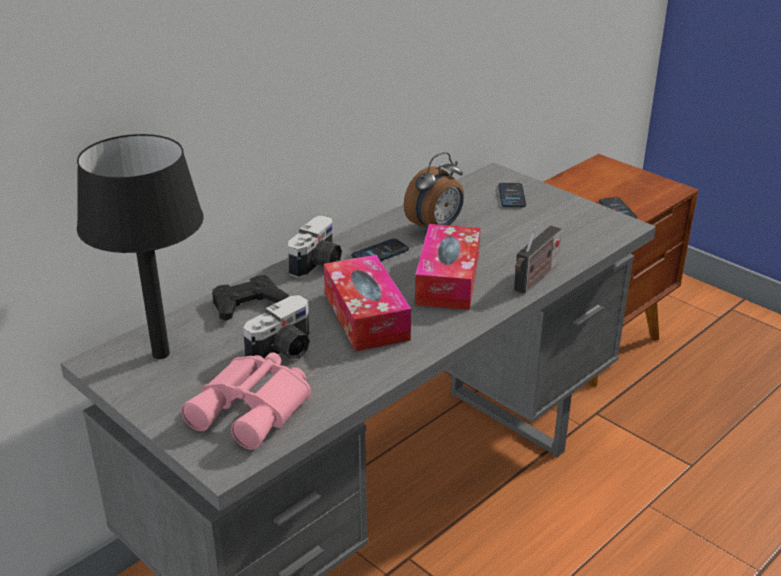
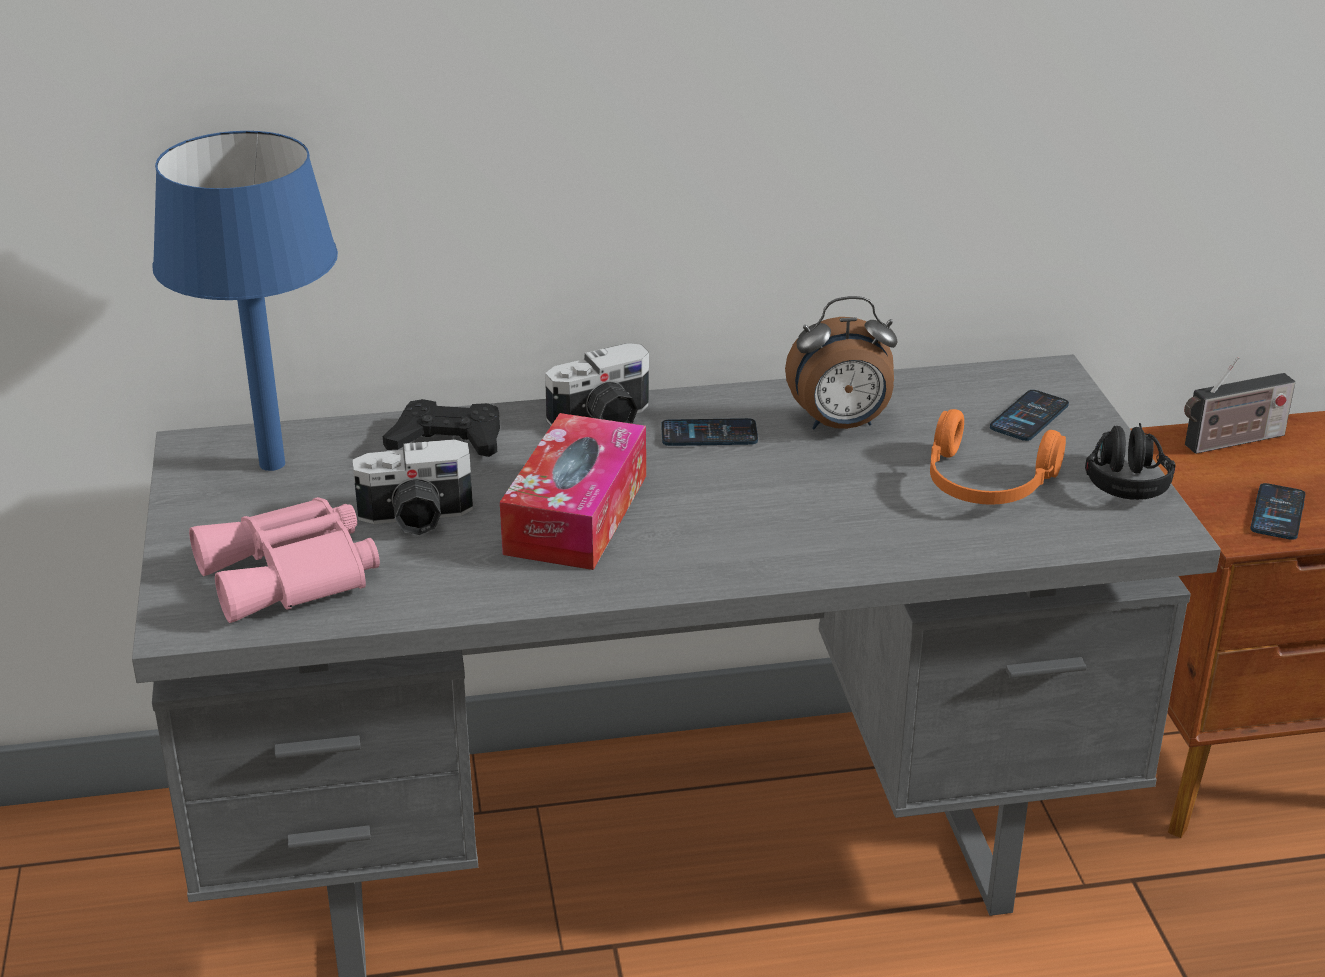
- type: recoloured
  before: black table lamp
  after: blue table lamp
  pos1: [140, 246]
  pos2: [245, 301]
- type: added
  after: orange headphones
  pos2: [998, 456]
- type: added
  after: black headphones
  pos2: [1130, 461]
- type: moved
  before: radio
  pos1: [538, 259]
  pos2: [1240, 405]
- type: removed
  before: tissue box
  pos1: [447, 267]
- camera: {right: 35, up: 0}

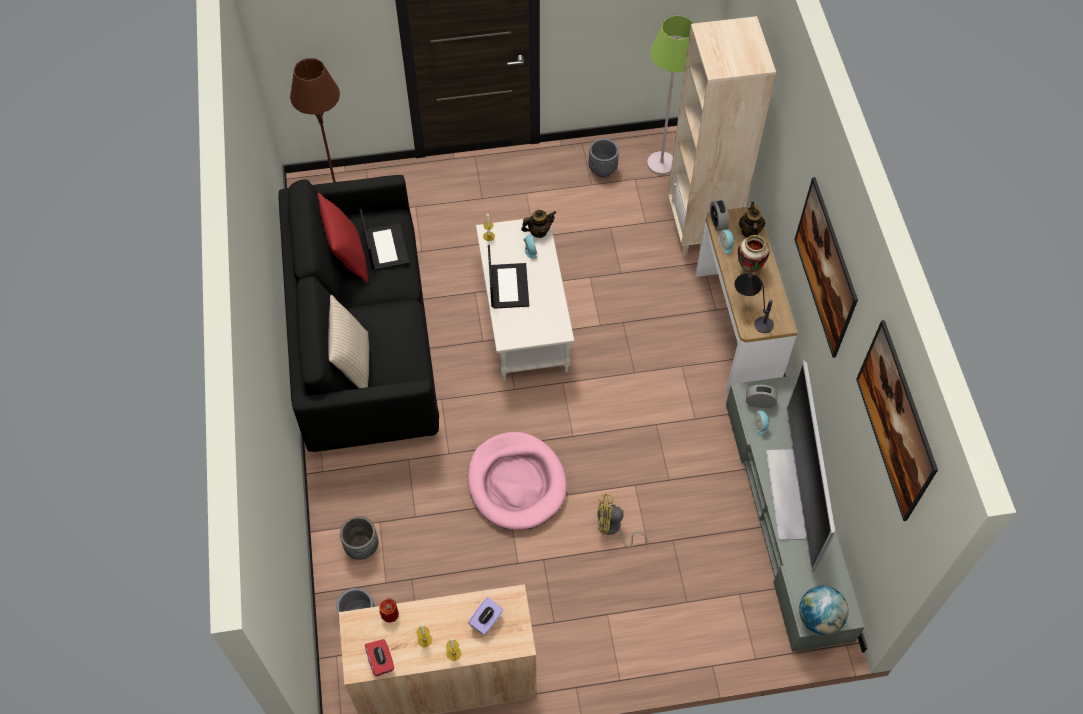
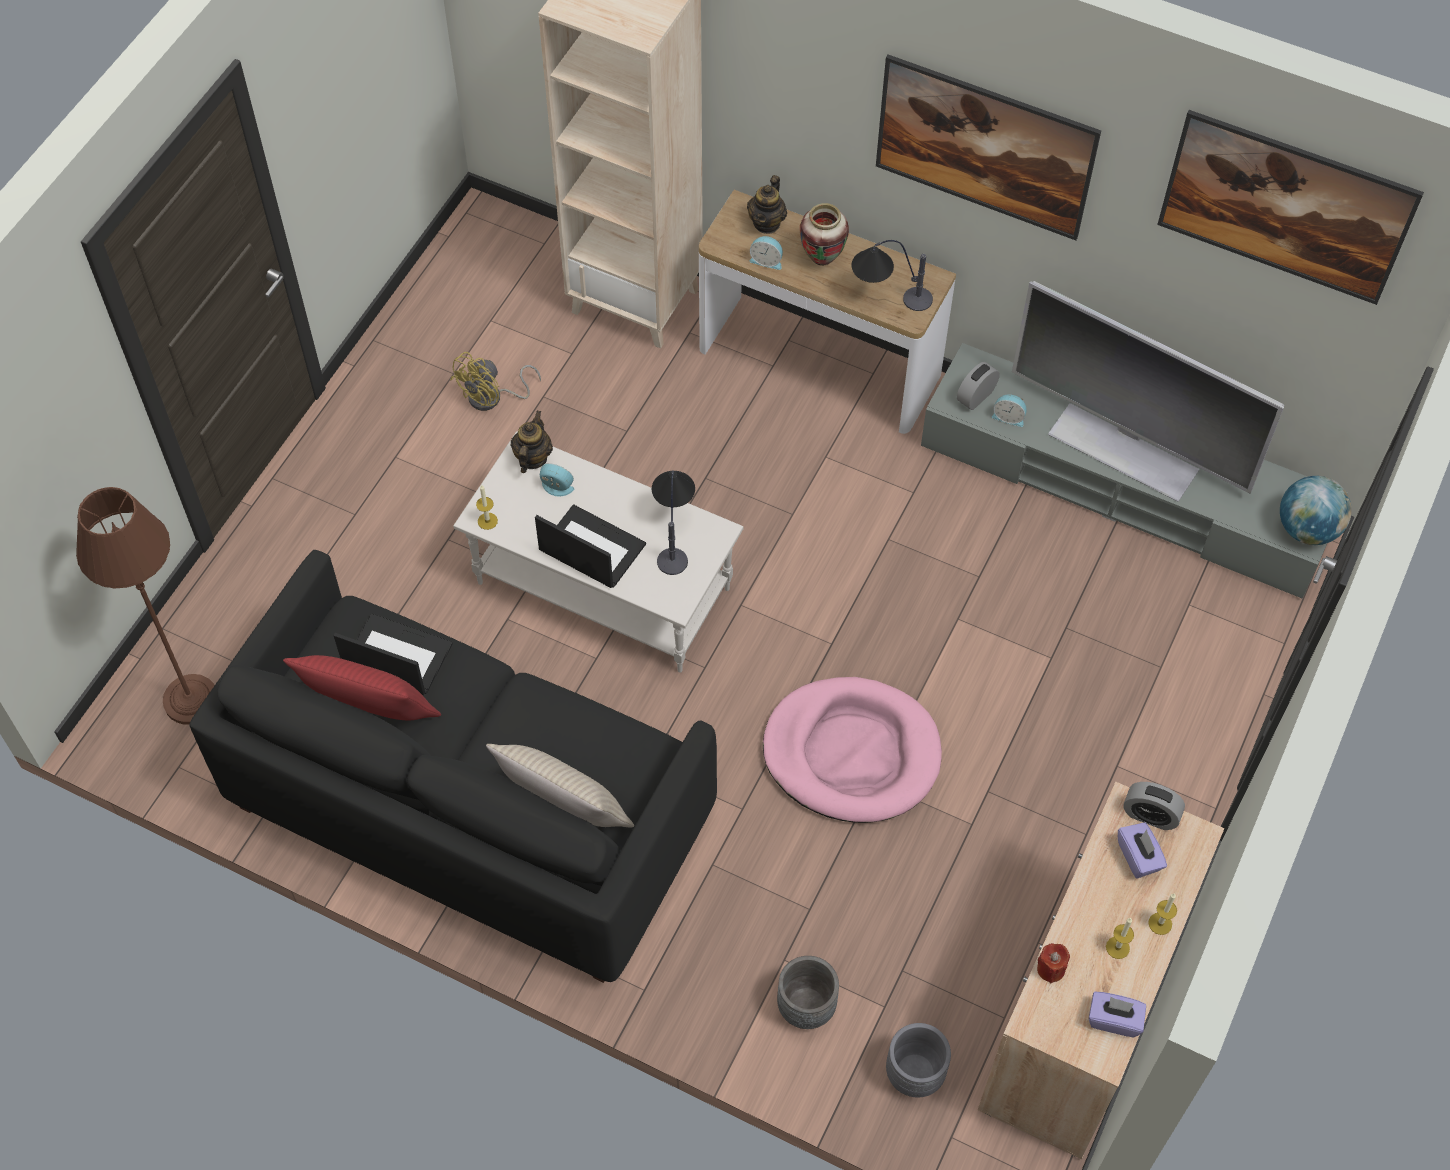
- type: moved
  before: yellow fan
  pos1: [622, 520]
  pos2: [495, 381]
- type: added
  after: table lamp
  pos2: [673, 522]
- type: turned
  before: teapot
  pos1: [752, 219]
  pos2: [767, 204]
  turn: -105
- type: recoloured
  before: red tissue box
  after: purple tissue box
  pos1: [379, 657]
  pos2: [1117, 1015]
- type: moved
  before: alarm clock
  pos1: [719, 215]
  pos2: [1154, 806]
- type: removed
  before: grey planter
  pos1: [604, 157]
- type: removed
  before: green floor lamp
  pos1: [670, 95]
- camera: {right: -55, up: 0}

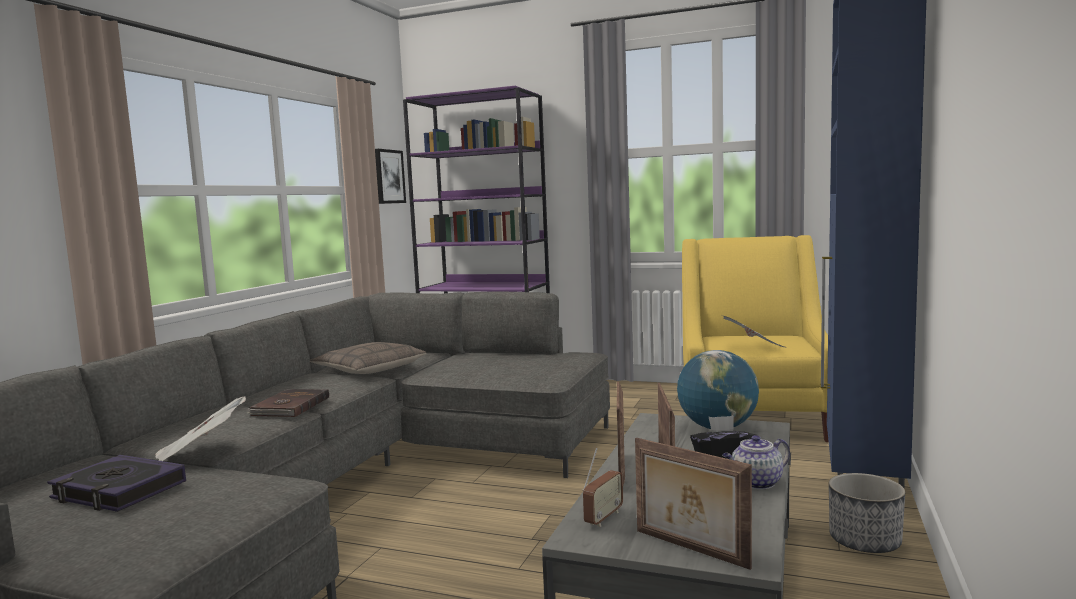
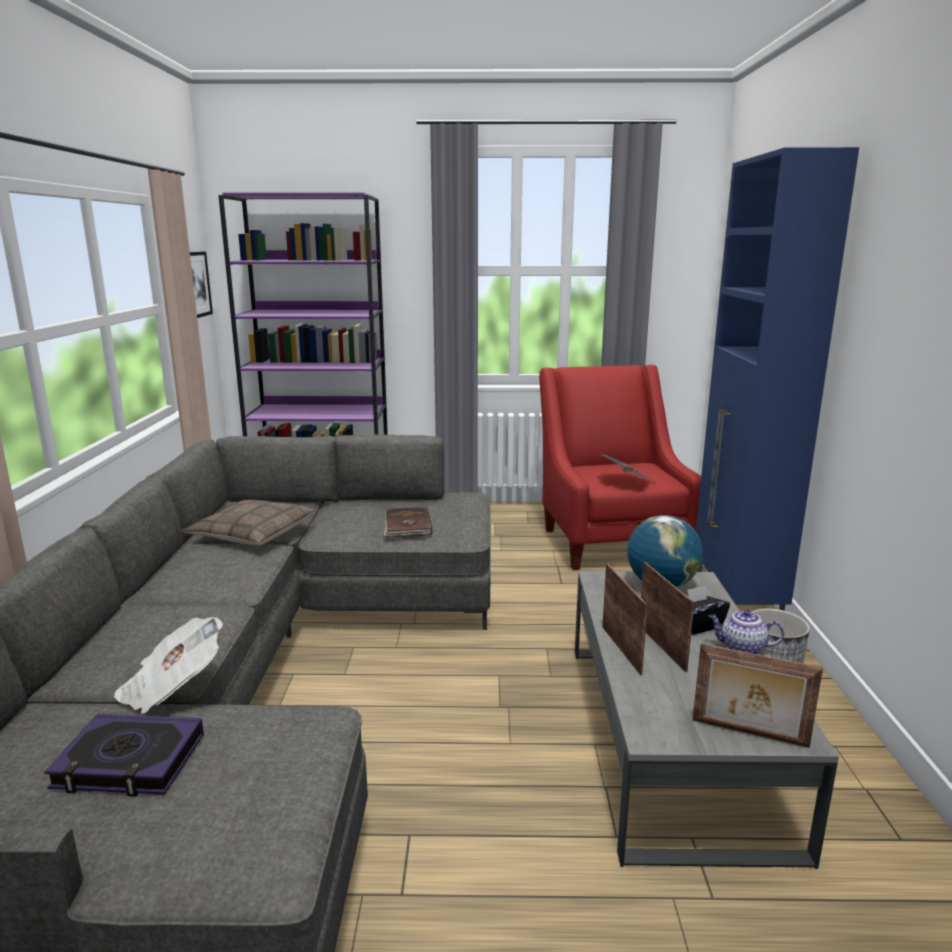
- type: moved
  before: brown book
  pos1: [287, 403]
  pos2: [408, 522]
- type: recoloured
  before: yellow armchair
  after: red armchair
  pos1: [755, 338]
  pos2: [620, 467]
- type: turned
  before: teapot
  pos1: [756, 462]
  pos2: [746, 632]
  turn: 60
- type: removed
  before: radio
  pos1: [602, 487]
- camera: {right: -20, up: 10}

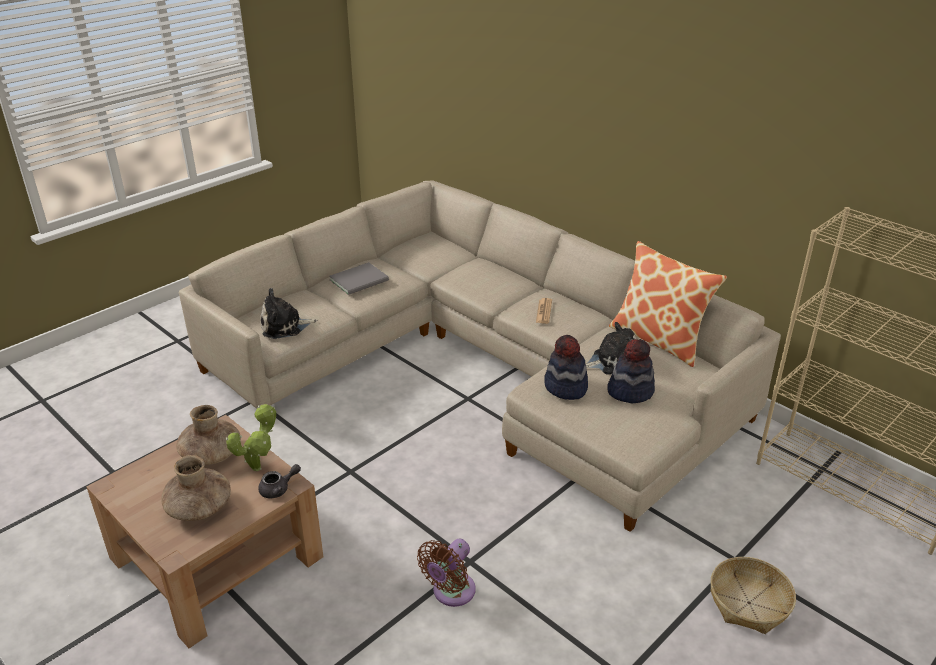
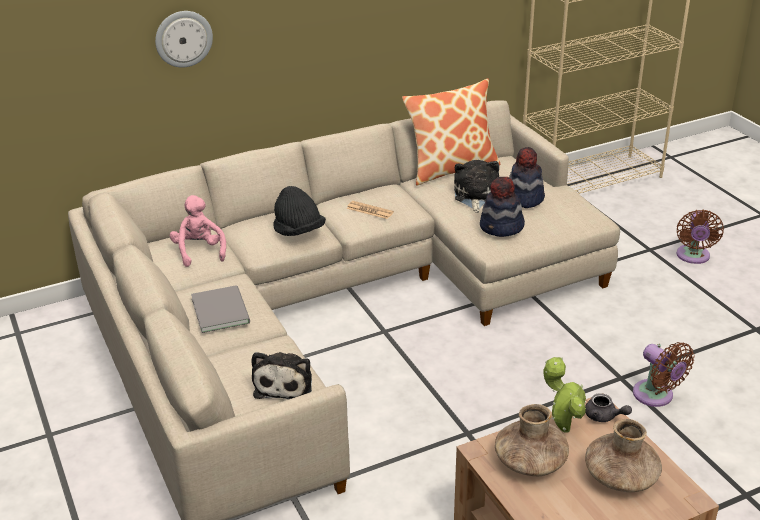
- type: added
  after: wall clock
  pos2: [184, 39]
- type: added
  after: pink plush toy
  pos2: [198, 231]
- type: added
  after: black hat
  pos2: [299, 211]
- type: turned
  before: grey teapot
  pos1: [279, 481]
  pos2: [608, 407]
  turn: 135
- type: replaced
  before: basket
  after: brown fan
  pos1: [753, 595]
  pos2: [700, 237]
- camera: {right: -70, up: 0}

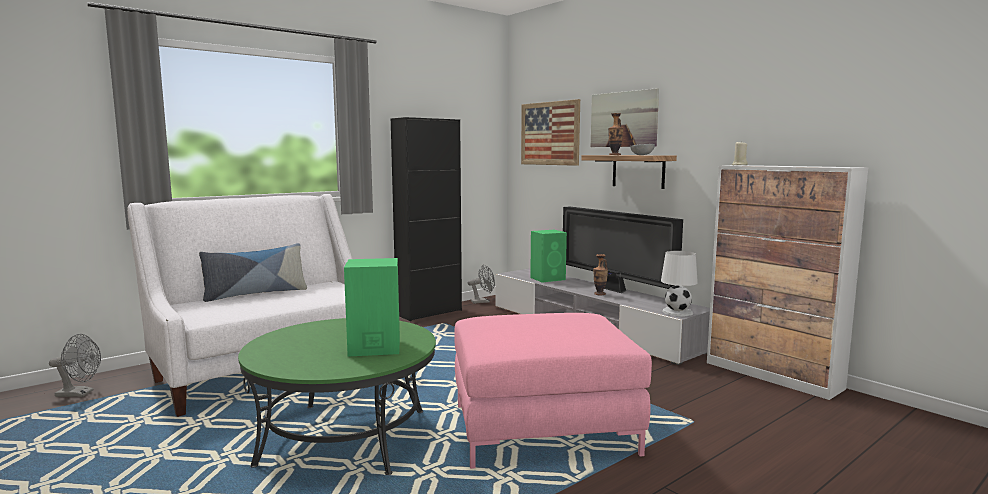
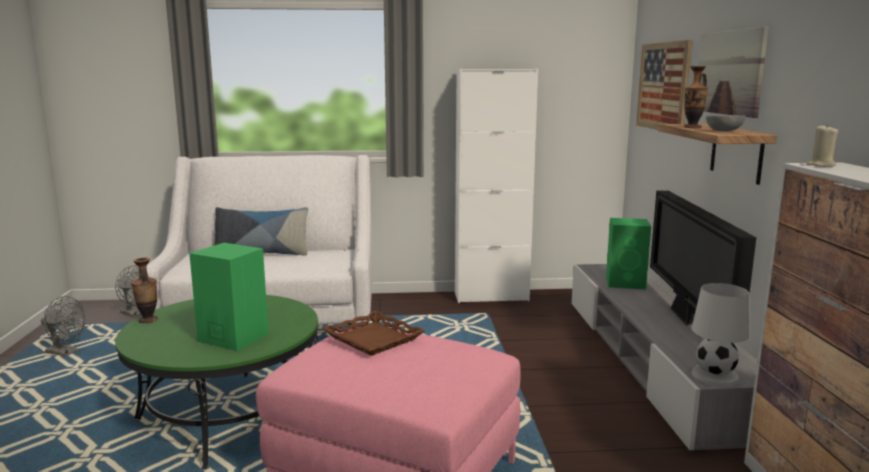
- type: moved
  before: grey fan
  pos1: [481, 284]
  pos2: [63, 326]
- type: moved
  before: vase
  pos1: [600, 274]
  pos2: [144, 290]
- type: added
  after: brown tray
  pos2: [373, 333]
- type: recoloured
  before: black cabinet
  after: white cabinet
  pos1: [426, 219]
  pos2: [496, 186]
- camera: {right: 35, up: 5}

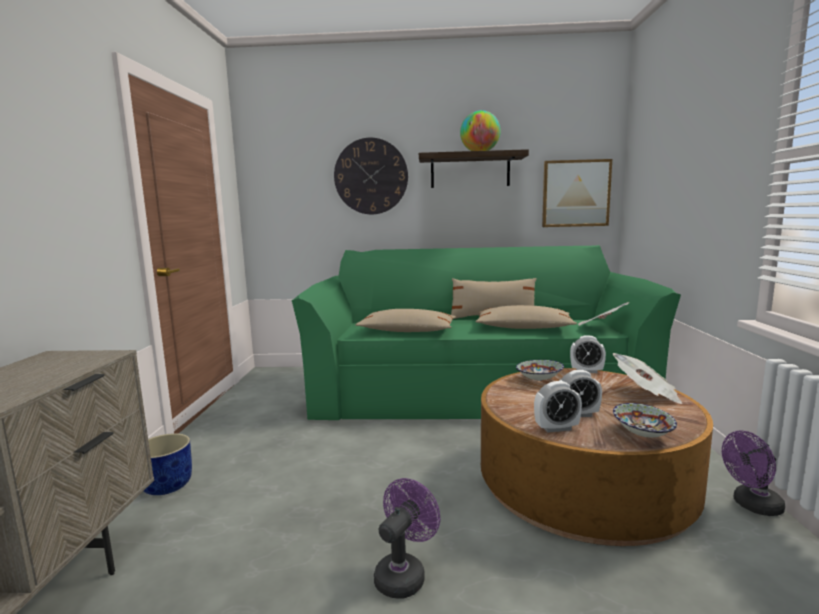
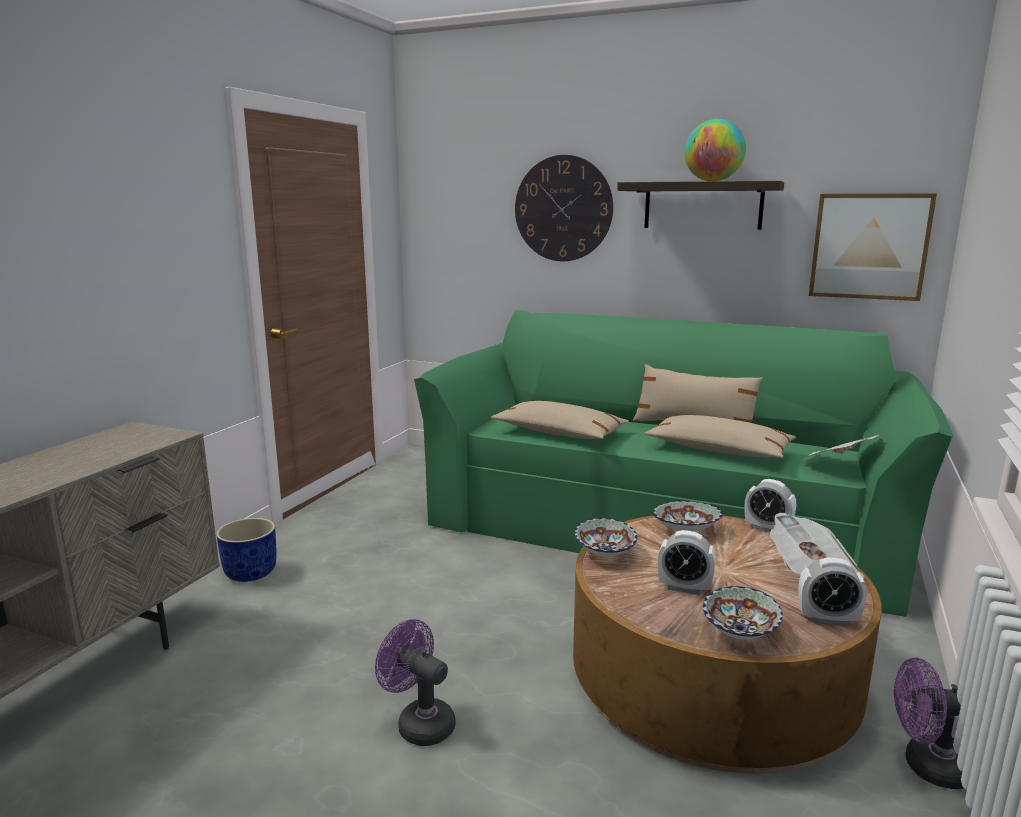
- type: turned
  before: purple fan
  pos1: [407, 538]
  pos2: [415, 682]
  turn: -105
- type: added
  after: bowl
  pos2: [606, 537]
- type: moved
  before: alarm clock
  pos1: [558, 407]
  pos2: [833, 592]
- camera: {right: 20, up: 5}

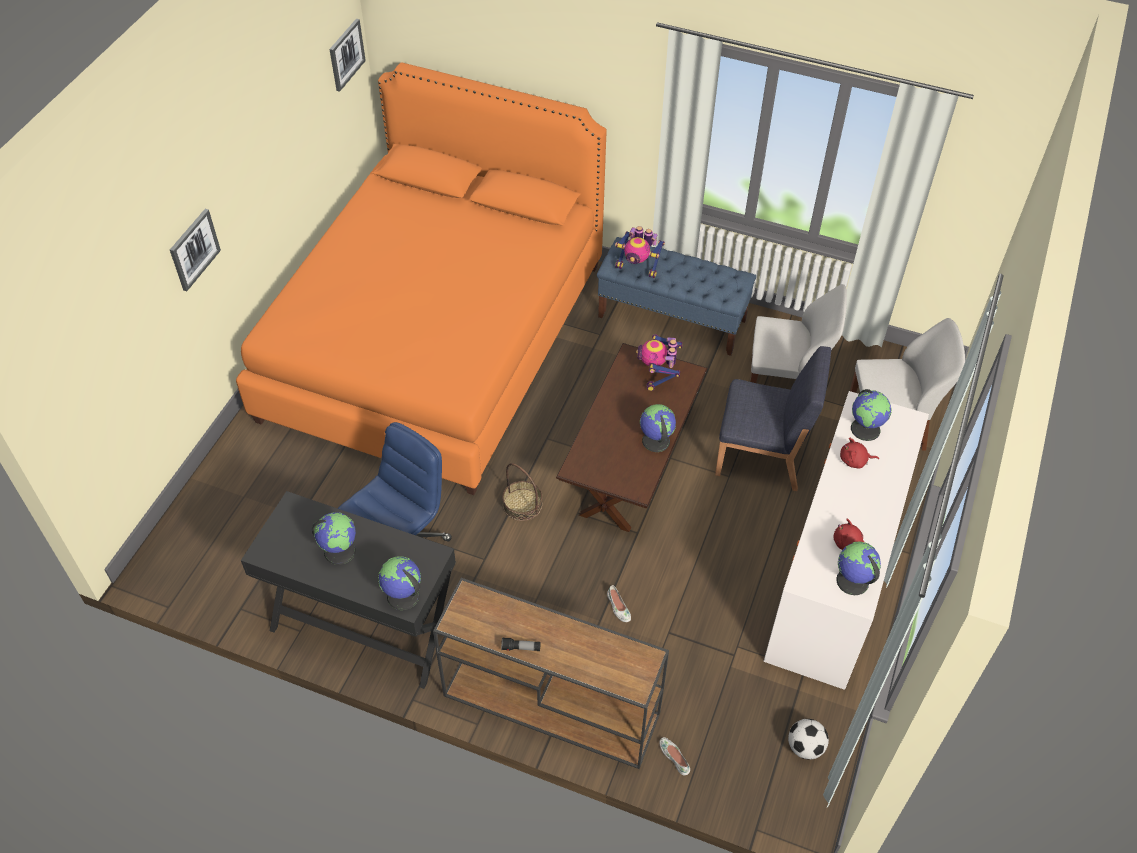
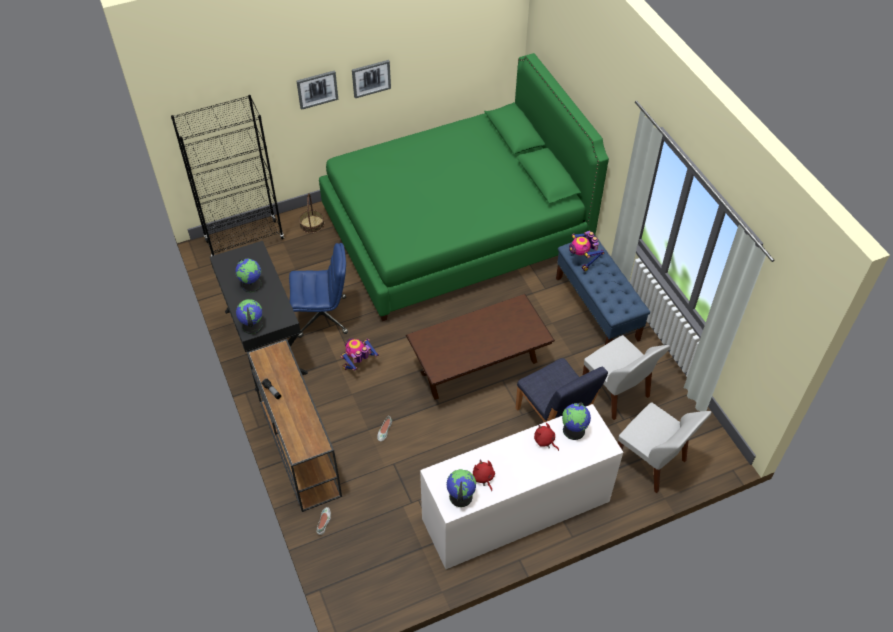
- type: added
  after: black bookcase
  pos2: [227, 175]
- type: moved
  before: basket
  pos1: [522, 492]
  pos2: [311, 213]
- type: recoloured
  before: orange bed
  after: green bed
  pos1: [421, 278]
  pos2: [464, 187]
- type: moved
  before: toy robot
  pos1: [659, 362]
  pos2: [359, 354]
- type: moved
  before: picture
  pos1: [347, 55]
  pos2: [371, 79]
- type: removed
  before: globe
  pos1: [658, 428]
- type: removed
  before: football
  pos1: [808, 739]
- camera: {right: 45, up: 0}

